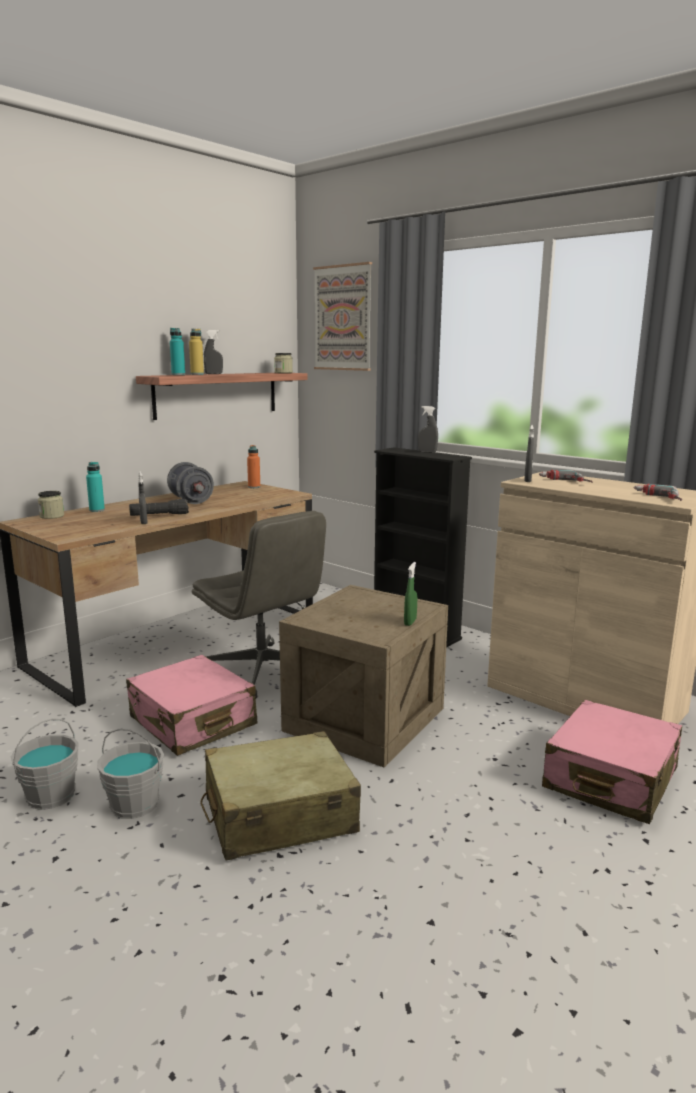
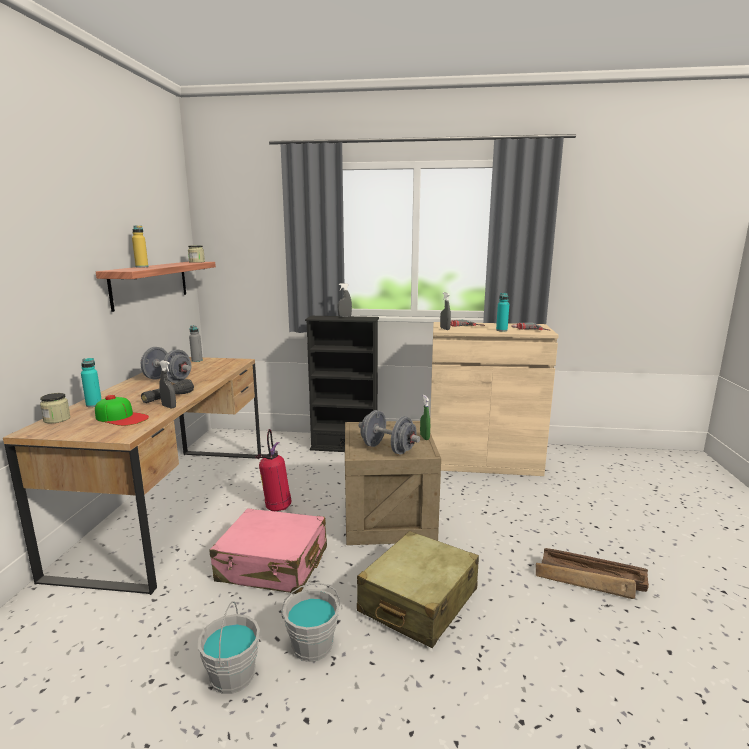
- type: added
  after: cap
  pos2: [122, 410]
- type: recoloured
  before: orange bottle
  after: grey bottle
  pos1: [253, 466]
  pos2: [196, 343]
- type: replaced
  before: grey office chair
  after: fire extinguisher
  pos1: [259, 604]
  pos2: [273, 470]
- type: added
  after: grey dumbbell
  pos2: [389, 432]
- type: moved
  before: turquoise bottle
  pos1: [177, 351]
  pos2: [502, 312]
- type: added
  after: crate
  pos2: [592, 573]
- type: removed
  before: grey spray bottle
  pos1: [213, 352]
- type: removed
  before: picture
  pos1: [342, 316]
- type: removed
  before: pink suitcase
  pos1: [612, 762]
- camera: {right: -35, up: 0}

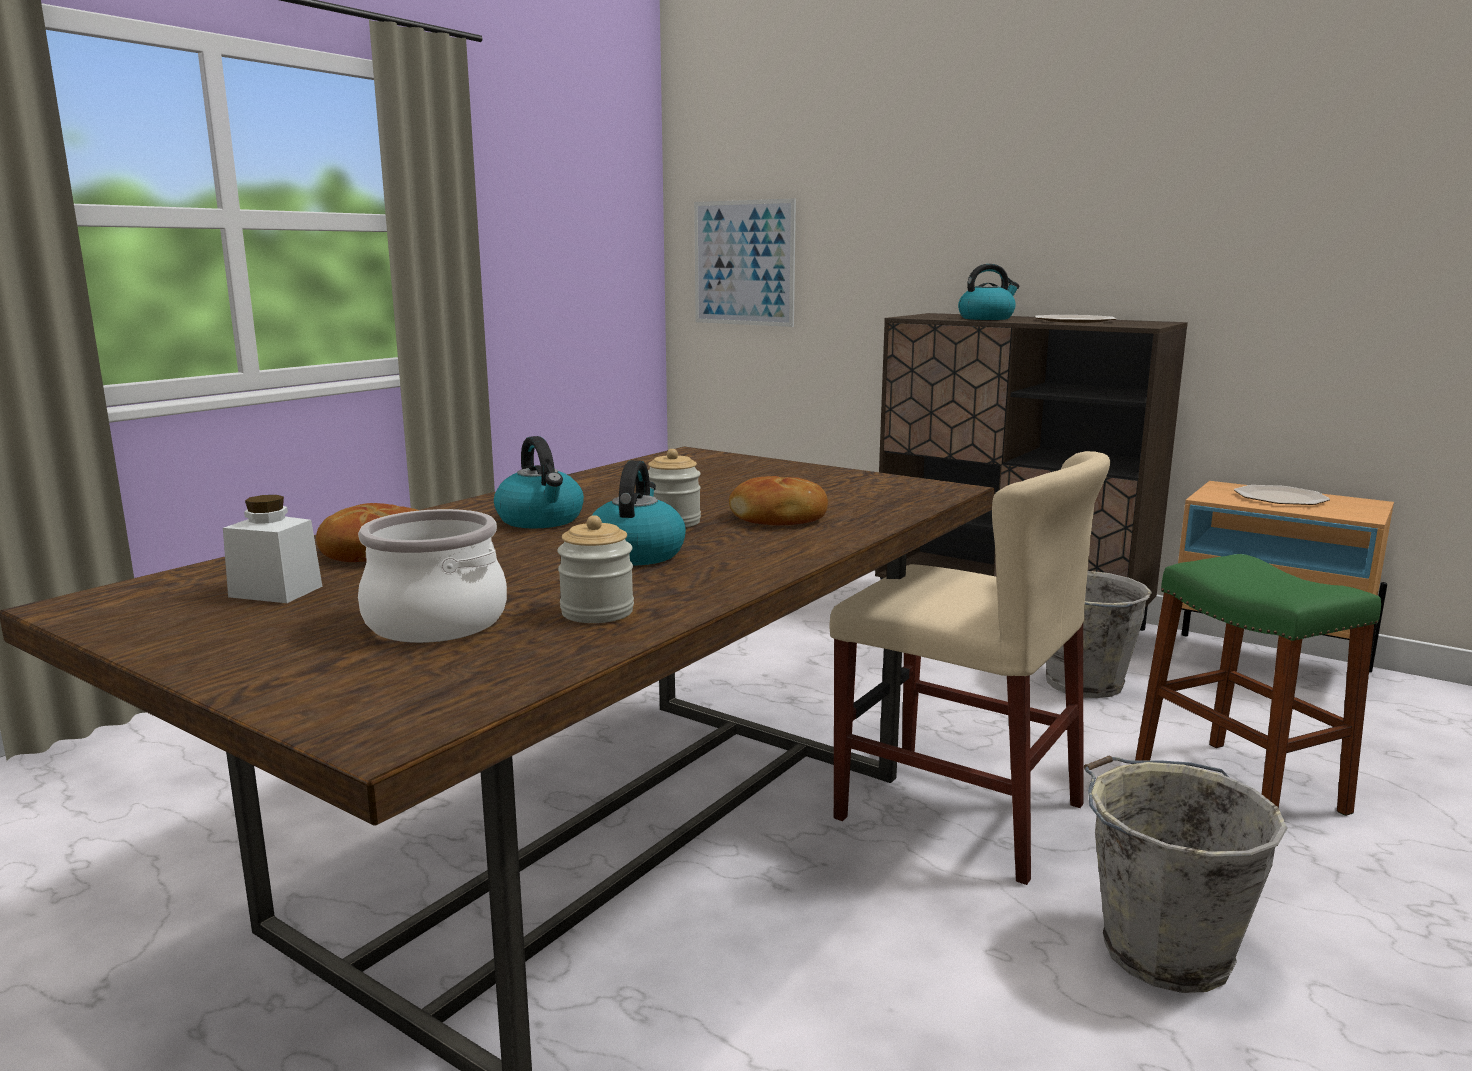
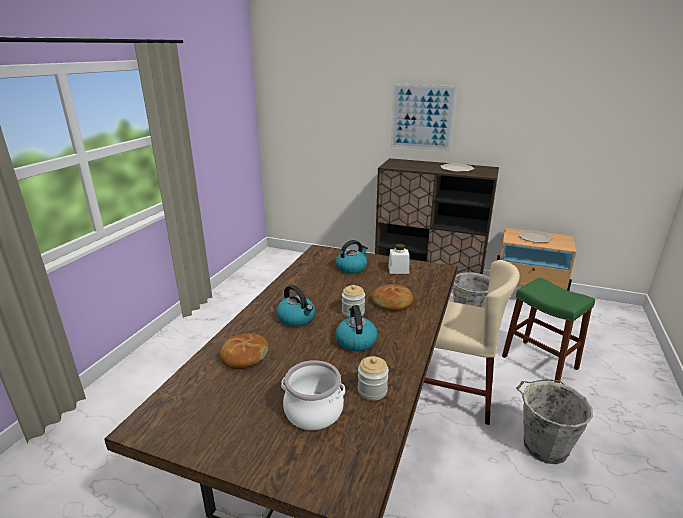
- type: moved
  before: kettle
  pos1: [988, 292]
  pos2: [352, 257]
- type: moved
  before: white jar
  pos1: [272, 549]
  pos2: [399, 259]
- type: moved
  before: picture
  pos1: [745, 262]
  pos2: [423, 117]
- camera: {right: -15, up: 10}

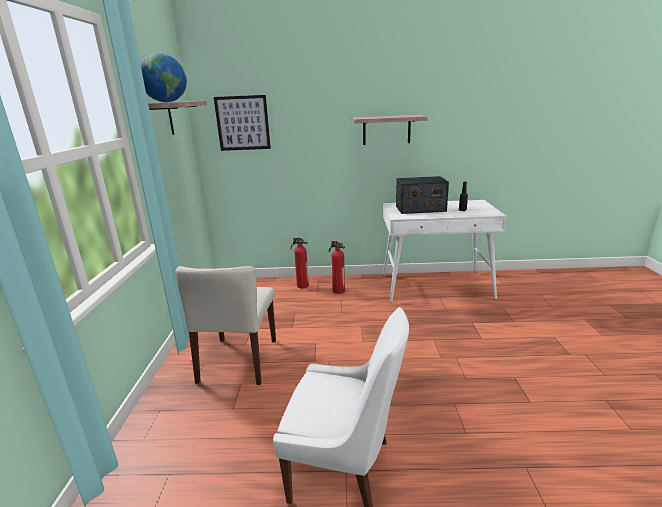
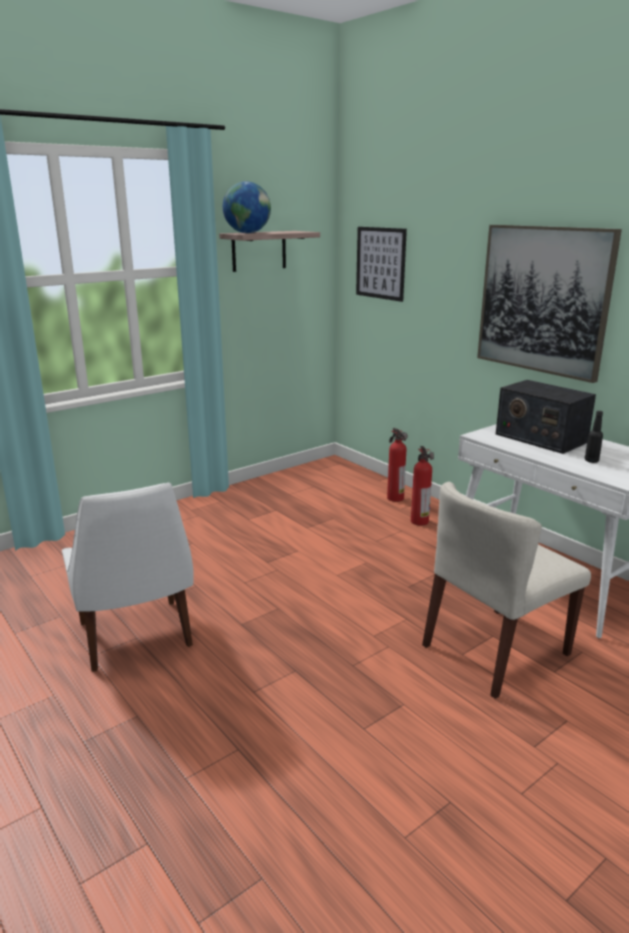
- type: moved
  before: beige chair
  pos1: [225, 325]
  pos2: [506, 590]
- type: replaced
  before: shelf
  after: picture
  pos1: [390, 130]
  pos2: [549, 304]
- camera: {right: 50, up: 0}

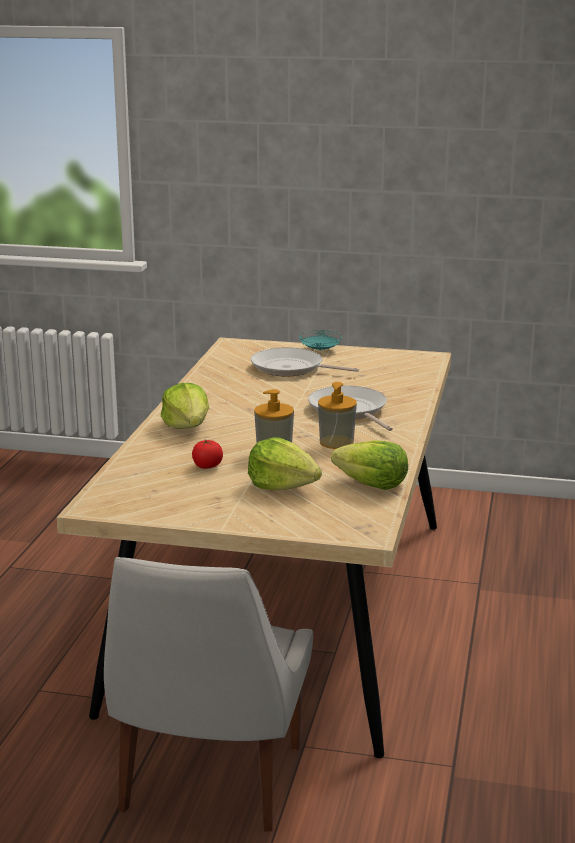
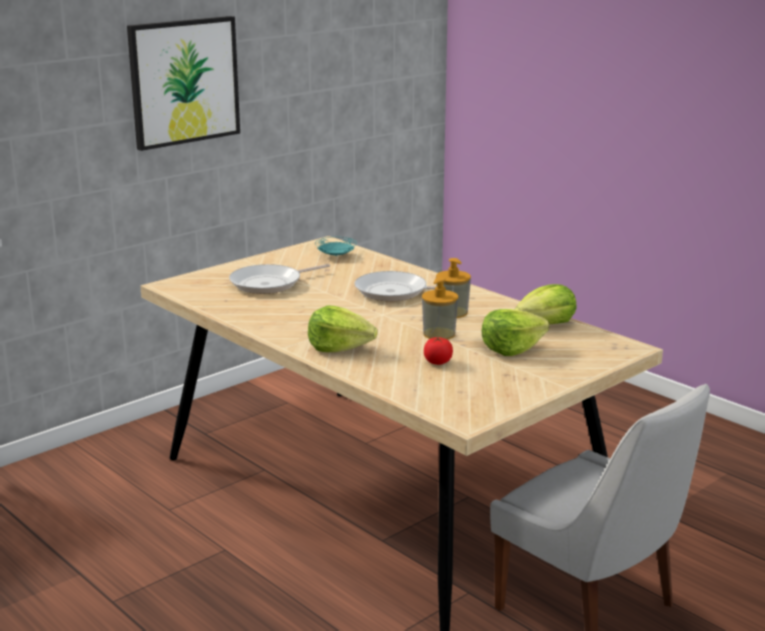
- type: added
  after: picture
  pos2: [183, 83]
- type: moved
  before: turquoise plate
  pos1: [320, 340]
  pos2: [336, 246]
- camera: {right: -55, up: 0}

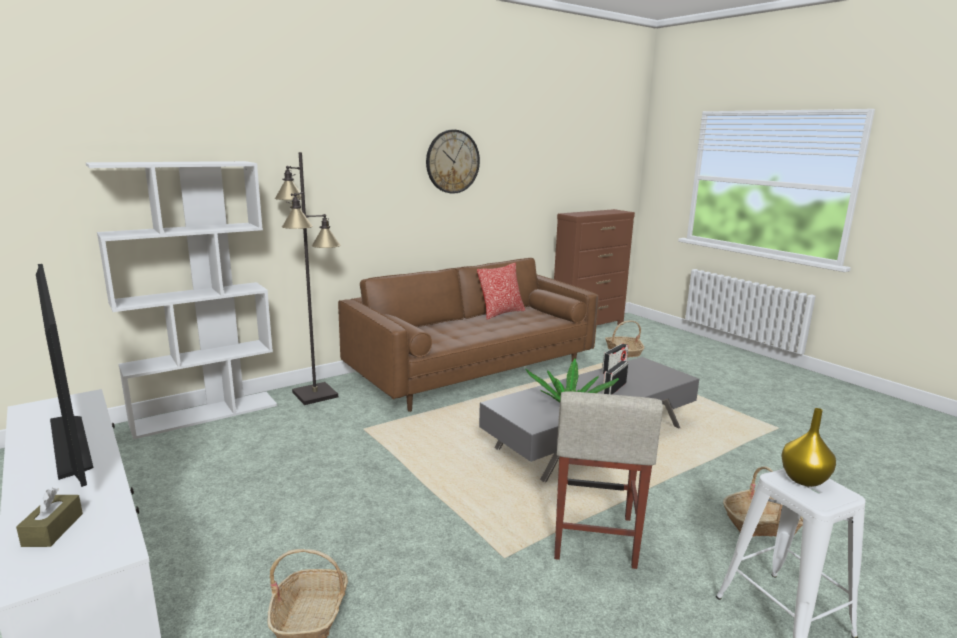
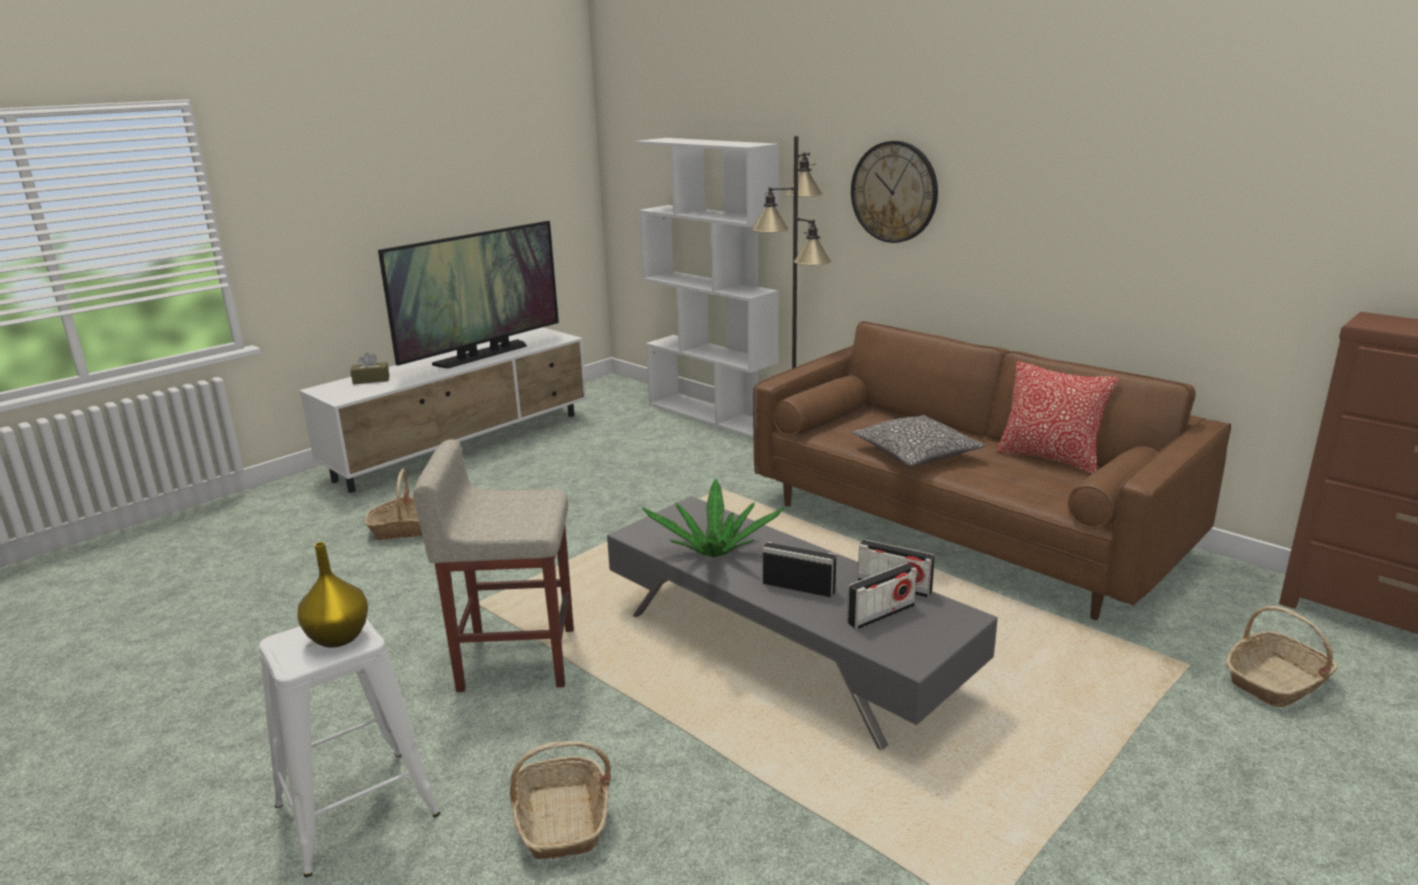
- type: added
  after: radio
  pos2: [882, 596]
- type: moved
  before: wall clock
  pos1: [453, 162]
  pos2: [894, 192]
- type: added
  after: pillow
  pos2: [918, 440]
- camera: {right: 80, up: 5}

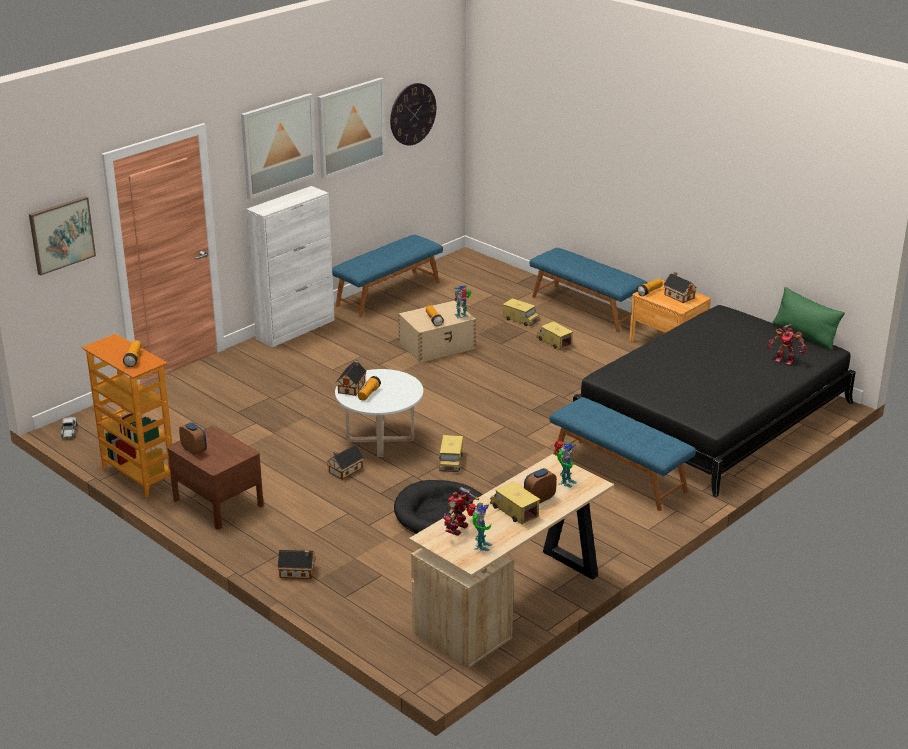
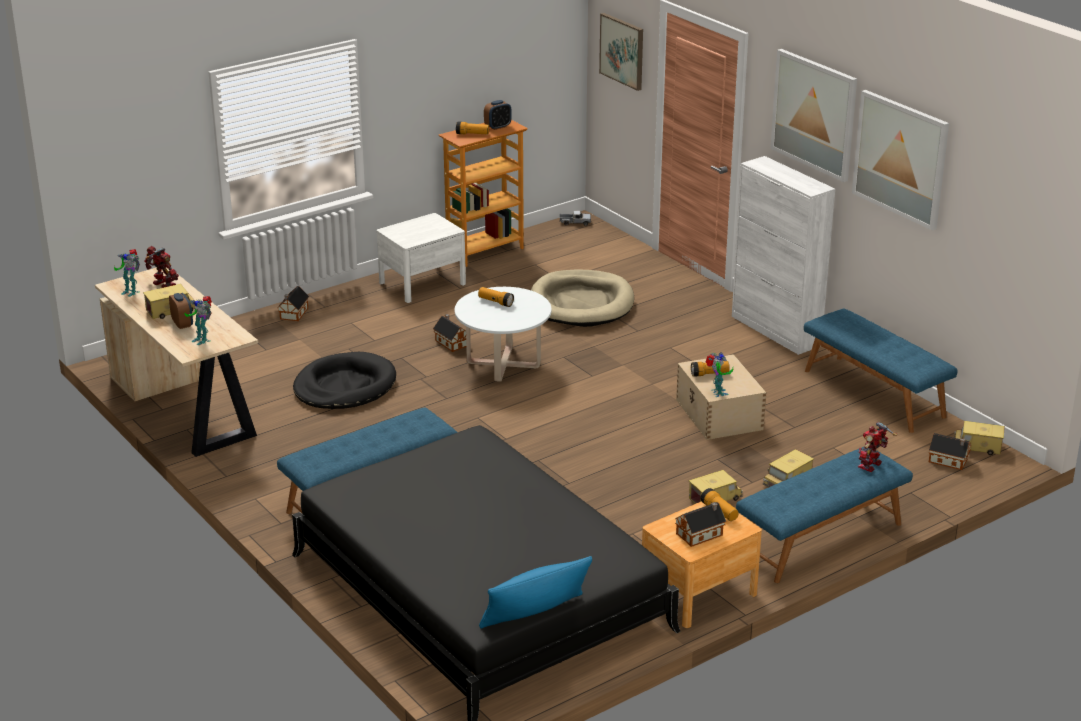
- type: recoloured
  before: brown nightstand
  after: white nightstand
  pos1: [216, 477]
  pos2: [421, 258]
- type: recoloured
  before: green pillow
  after: blue pillow
  pos1: [808, 318]
  pos2: [535, 592]
- type: moved
  before: alarm clock
  pos1: [193, 438]
  pos2: [498, 115]
- type: added
  after: beige dog bed
  pos2: [582, 298]
- type: moved
  before: toy robot
  pos1: [787, 344]
  pos2: [877, 447]
- type: moved
  before: toy house
  pos1: [351, 378]
  pos2: [950, 451]
- type: moved
  before: toy truck
  pos1: [451, 453]
  pos2: [979, 438]
- type: removed
  before: wall clock
  pos1: [413, 114]
- camera: {right: 100, up: 0}

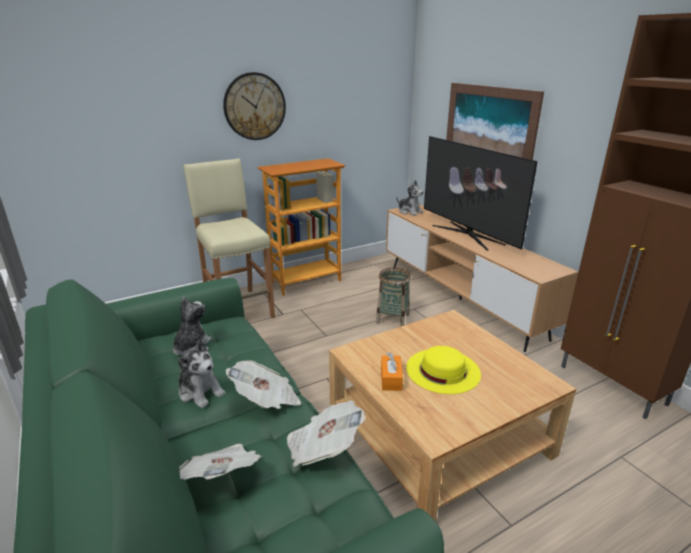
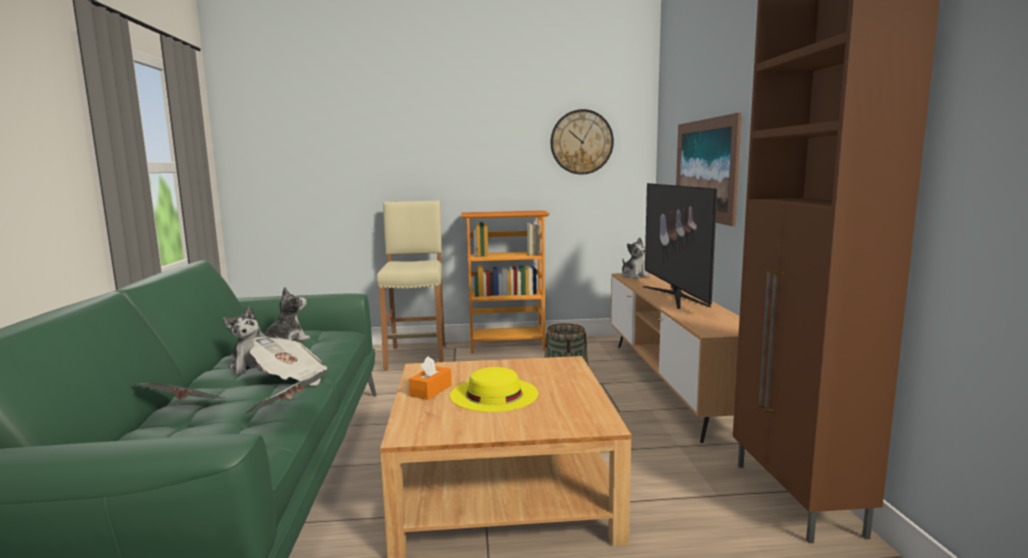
- type: moved
  before: wall clock
  pos1: [254, 106]
  pos2: [582, 142]
- camera: {right: 25, up: -15}

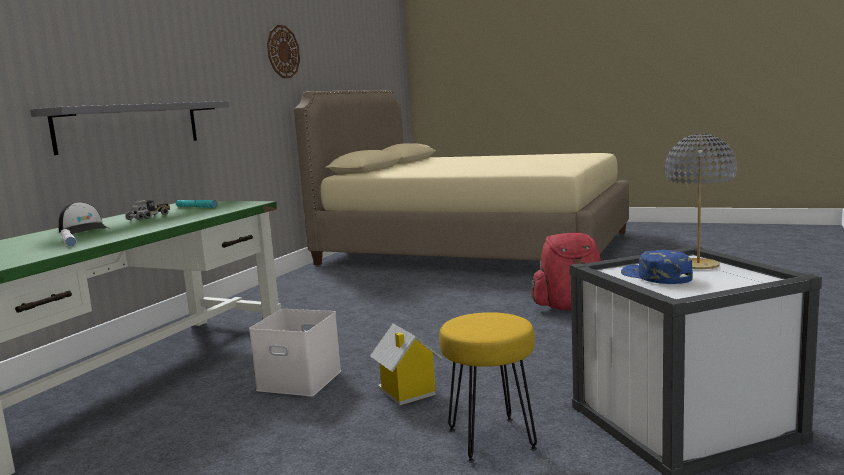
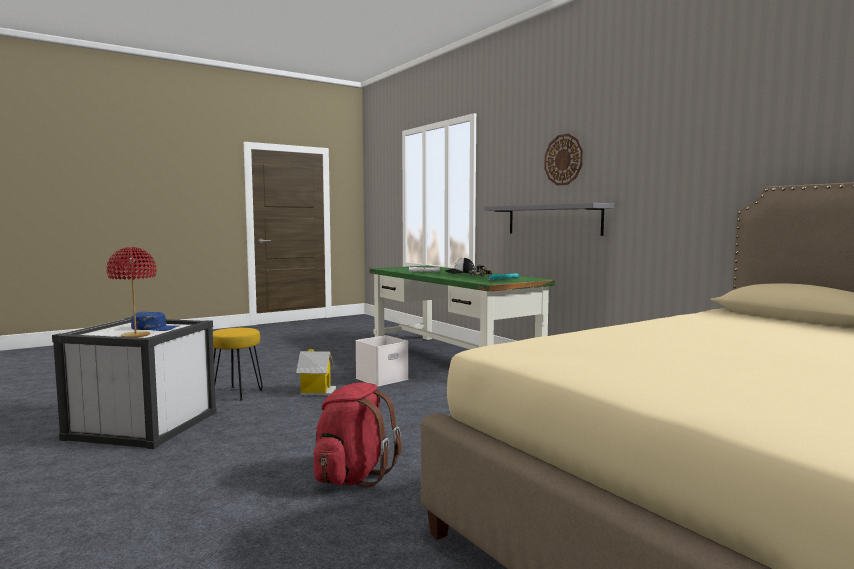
- type: recoloured
  before: grey table lamp
  after: red table lamp
  pos1: [701, 201]
  pos2: [131, 292]
- type: moved
  before: wall clock
  pos1: [283, 51]
  pos2: [563, 159]
- camera: {right: 120, up: -5}

